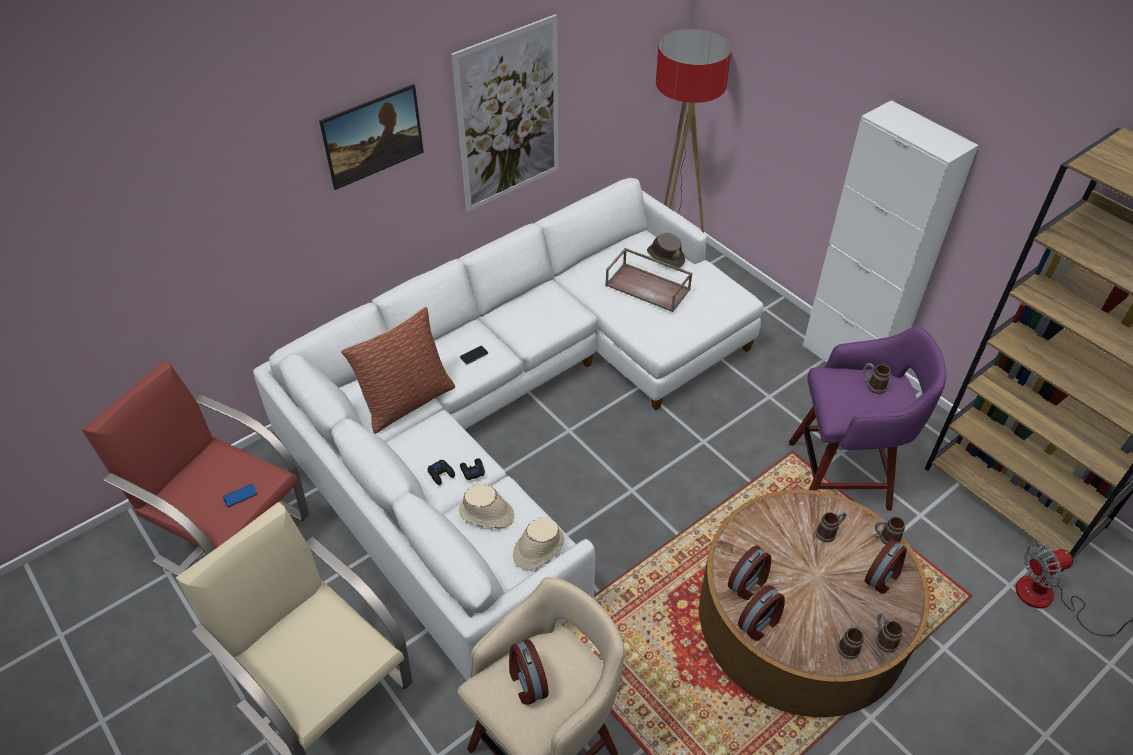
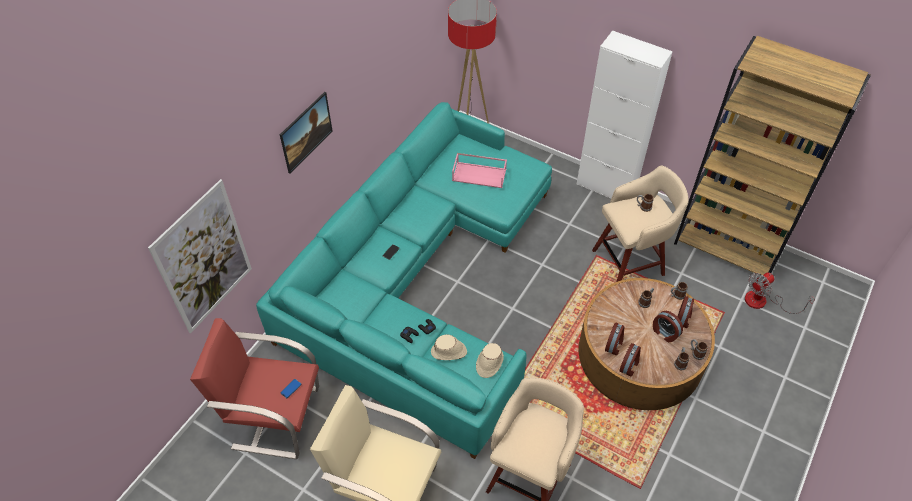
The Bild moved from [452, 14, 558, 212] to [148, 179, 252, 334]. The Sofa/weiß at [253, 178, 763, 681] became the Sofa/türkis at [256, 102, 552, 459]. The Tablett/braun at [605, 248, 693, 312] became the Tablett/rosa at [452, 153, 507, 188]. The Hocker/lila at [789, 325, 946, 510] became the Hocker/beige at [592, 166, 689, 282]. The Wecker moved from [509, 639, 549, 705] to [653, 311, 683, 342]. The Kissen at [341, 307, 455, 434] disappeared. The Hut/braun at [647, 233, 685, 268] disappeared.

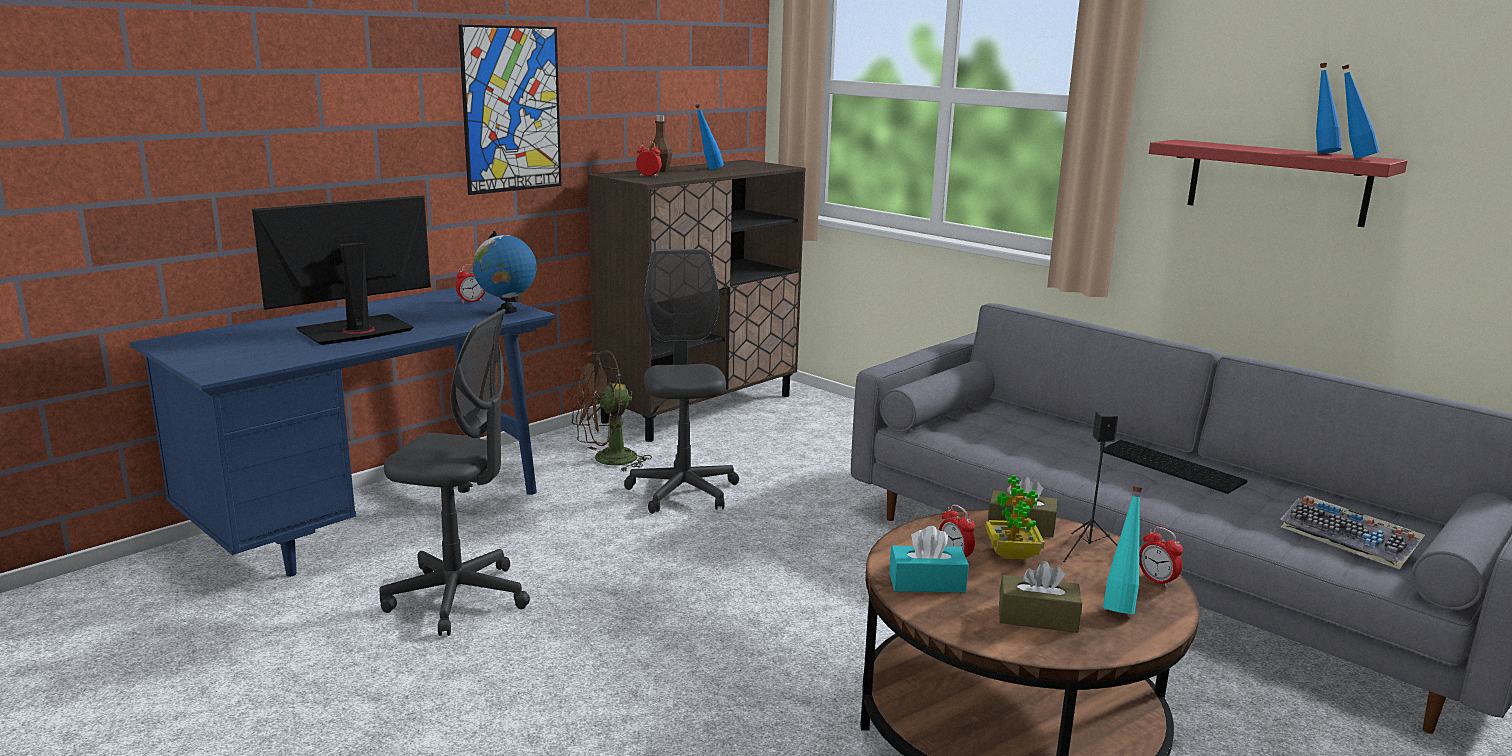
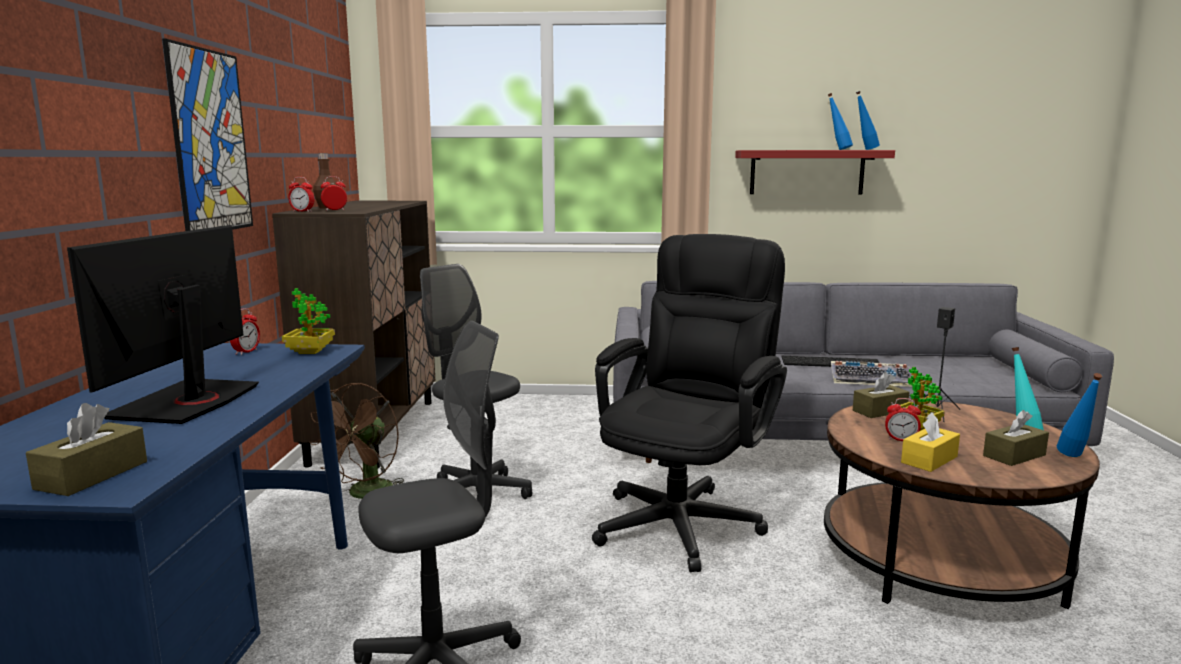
The Taschentuchbox/braun at [26, 403, 147, 496] appeared. The Globus at [473, 231, 537, 314] was replaced by the Topfpflanze at [282, 288, 335, 354]. The Wecker moved from [1139, 527, 1183, 588] to [288, 177, 314, 212]. The Bürostuhl/schwarz at [592, 234, 787, 572] appeared. The Tastatur moved from [1280, 495, 1425, 569] to [831, 361, 912, 387]. The Taschentuchbox/türkis at [889, 526, 969, 593] became the Taschentuchbox/gelb at [901, 412, 960, 472]. The Flasche/blau moved from [695, 104, 724, 170] to [1057, 373, 1102, 457].

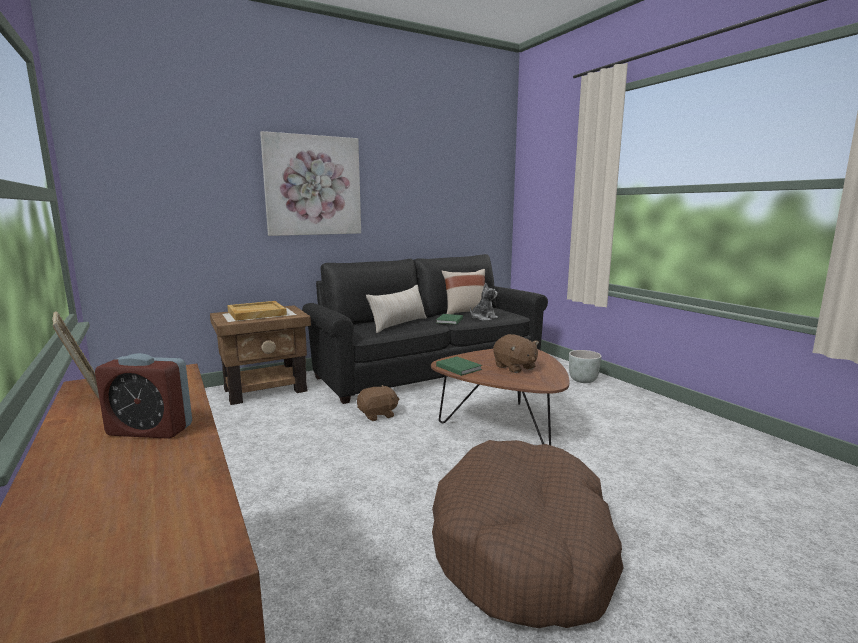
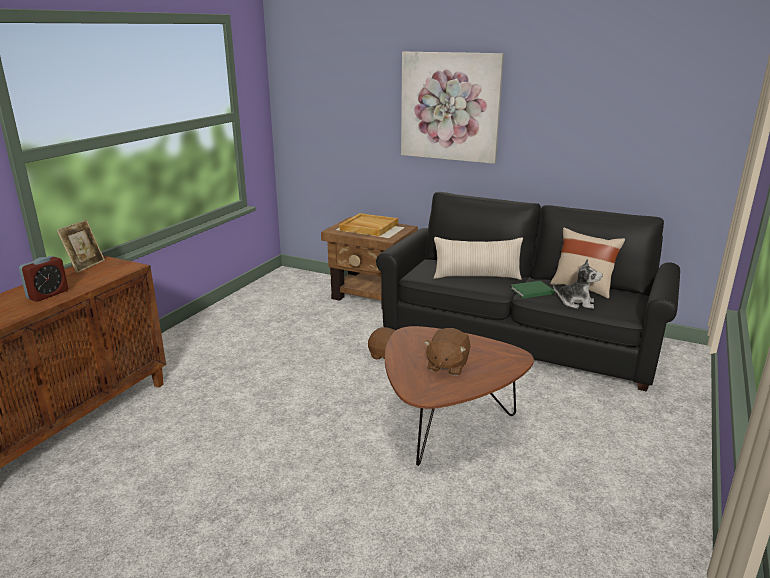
The Wecker at [95, 353, 192, 439] turned 120 degrees counterclockwise. The Hundebett/braun at [432, 440, 624, 628] disappeared. The Buch/grün at [436, 357, 482, 376] disappeared. The Pflanzkübel/grau at [569, 350, 602, 383] disappeared.

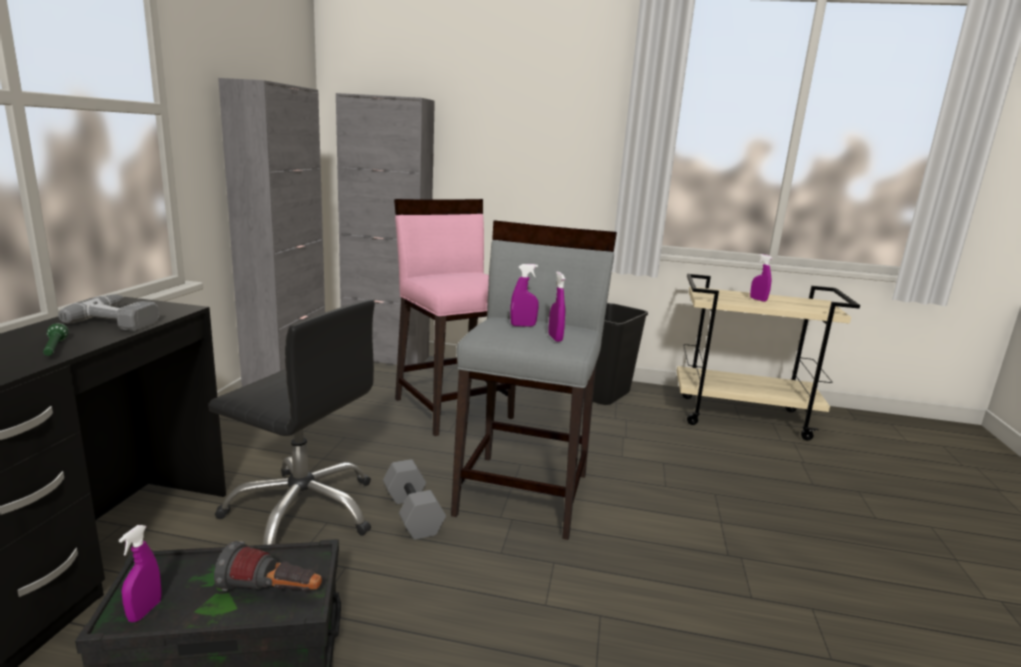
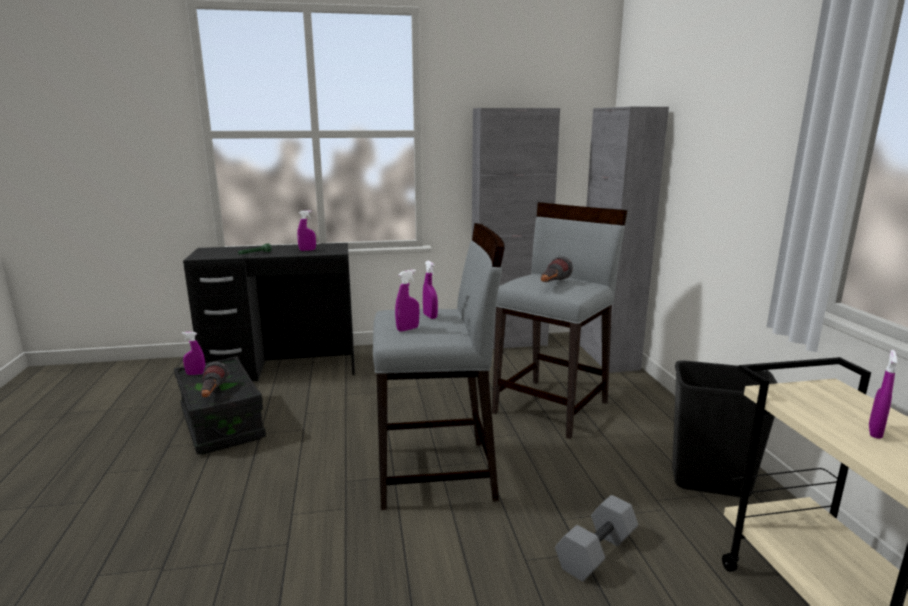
The Bohrmaschine at [58, 294, 159, 331] was replaced by the Sprühflasche/lila at [297, 210, 316, 251]. The Hocker/rosa at [394, 199, 516, 436] became the Hocker/grau at [492, 202, 627, 439]. The Taschenlampe at [541, 256, 573, 282] appeared. The Hantel/grau moved from [383, 459, 446, 540] to [555, 495, 638, 581]. The Bürostuhl/schwarz at [208, 299, 375, 545] disappeared.

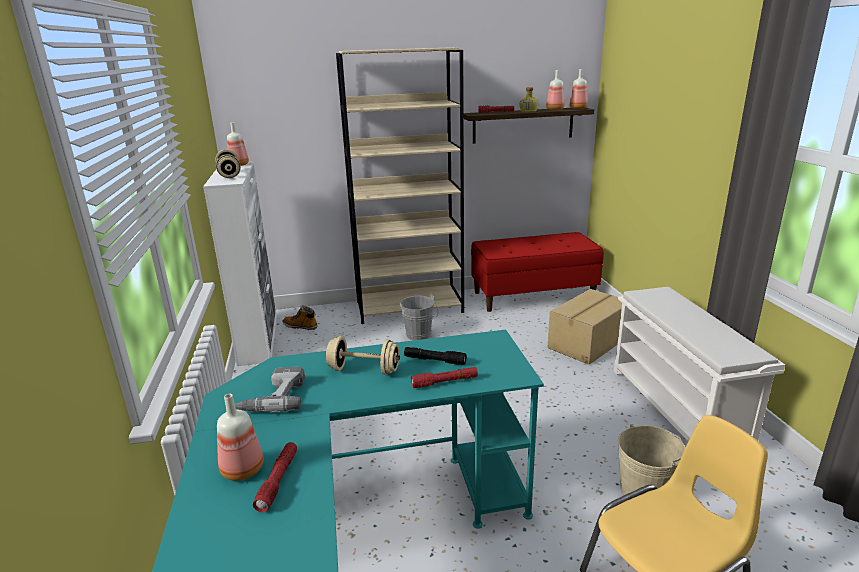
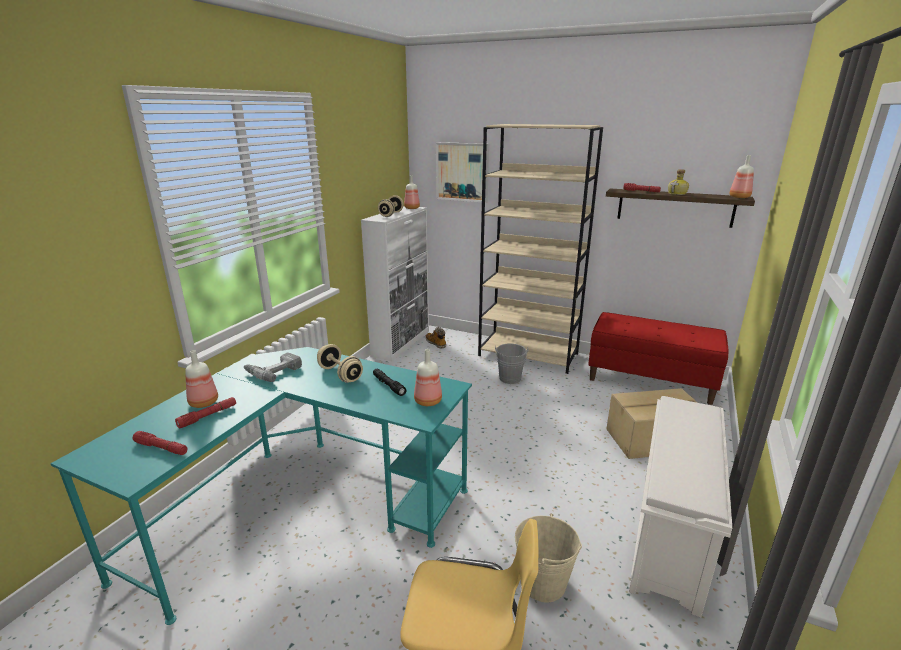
The Taschenlampe/rot moved from [411, 367, 478, 388] to [133, 431, 188, 455]. The Flasche moved from [546, 70, 565, 110] to [414, 349, 442, 406]. The Bild at [436, 142, 489, 203] appeared.

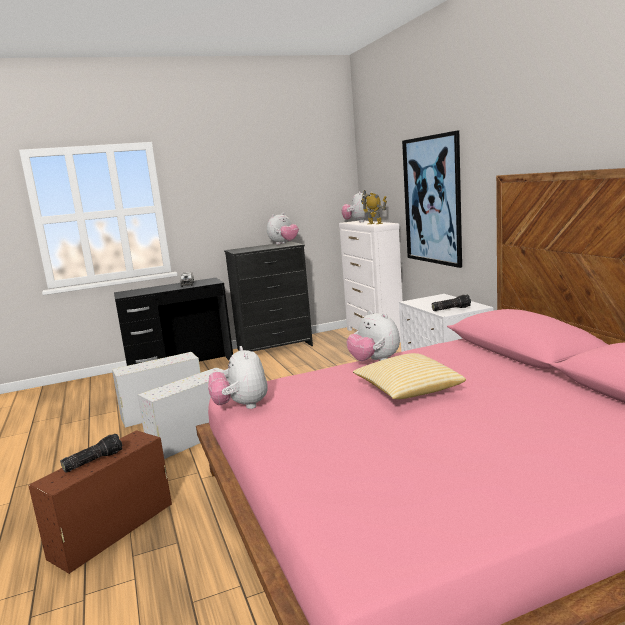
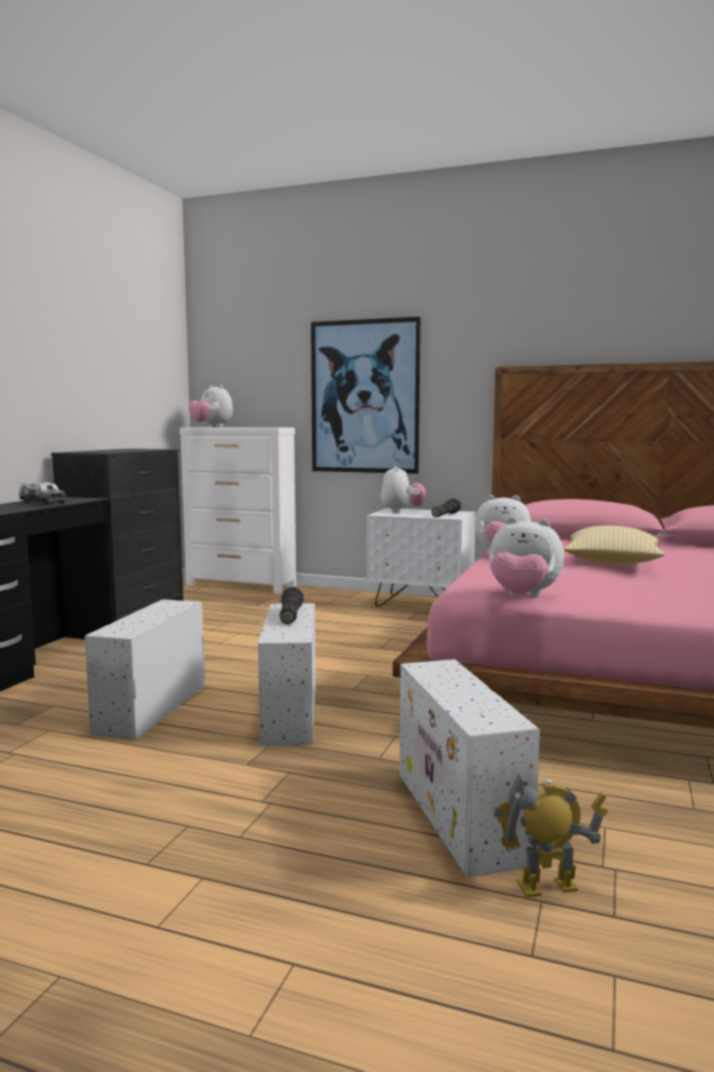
The Taschenlampe moved from [60, 433, 123, 473] to [280, 587, 304, 624]. The Plüschtier moved from [267, 213, 299, 245] to [381, 466, 426, 513]. The Aufbewahrungsbox/braun at [28, 430, 172, 574] became the Aufbewahrungsbox/weiß at [399, 659, 540, 878]. The Spielzeugroboter moved from [361, 190, 387, 224] to [493, 774, 608, 897].

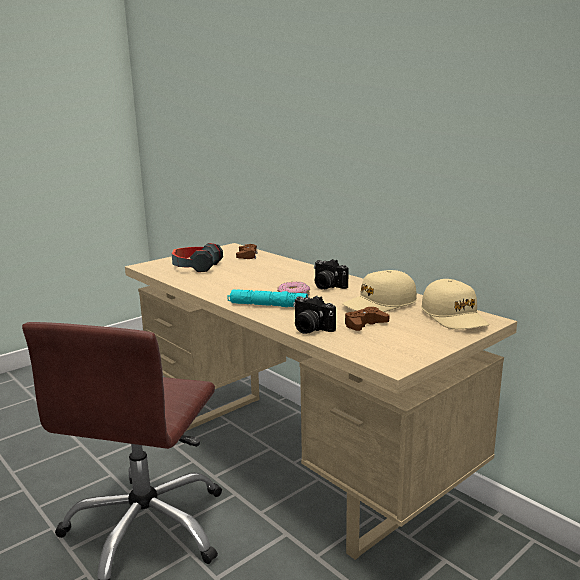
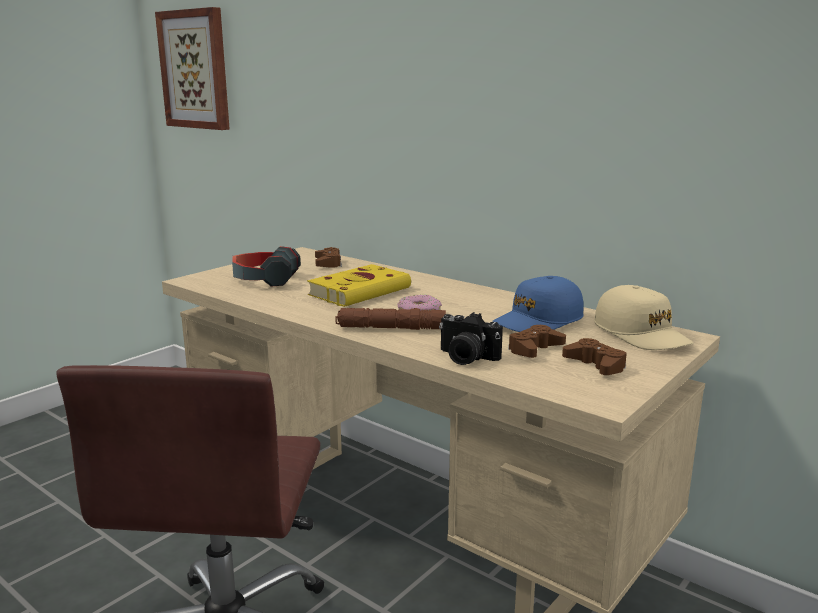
The Bild at [155, 7, 230, 130] appeared. The Buch/gelb at [307, 264, 411, 307] appeared. The Taschenlampe/türkis at [227, 289, 308, 307] became the Taschenlampe/braun at [335, 308, 446, 330]. The Kappe/beige at [342, 270, 417, 312] became the Kappe/blau at [492, 276, 584, 332]. The Gamepad/braun at [562, 338, 627, 375] appeared. The Kamera at [314, 259, 348, 290] disappeared.

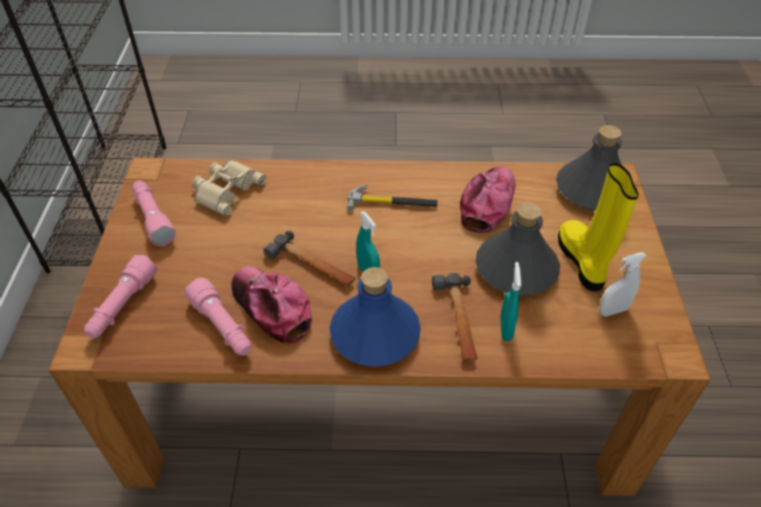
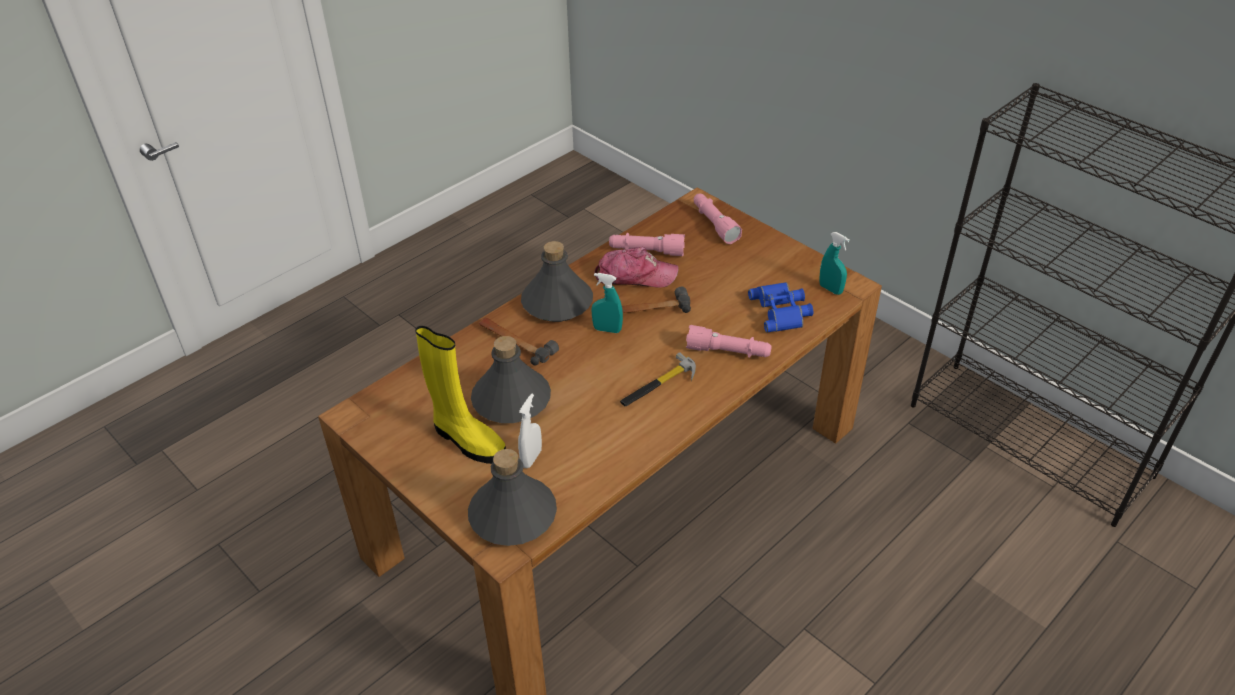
The Sprühflasche/weiß moved from [599, 252, 646, 316] to [518, 394, 542, 468]. The Flasche/blau at [330, 267, 421, 367] became the Flasche/grau at [521, 241, 593, 322]. The Taschenlampe/rosa moved from [132, 180, 176, 246] to [686, 325, 772, 358]. The Fernglas/beige at [192, 160, 266, 216] became the Fernglas/blau at [748, 282, 813, 333]. The Sprühflasche/türkis moved from [500, 262, 521, 341] to [819, 232, 850, 295]. The Kappe at [460, 166, 516, 233] disappeared.

